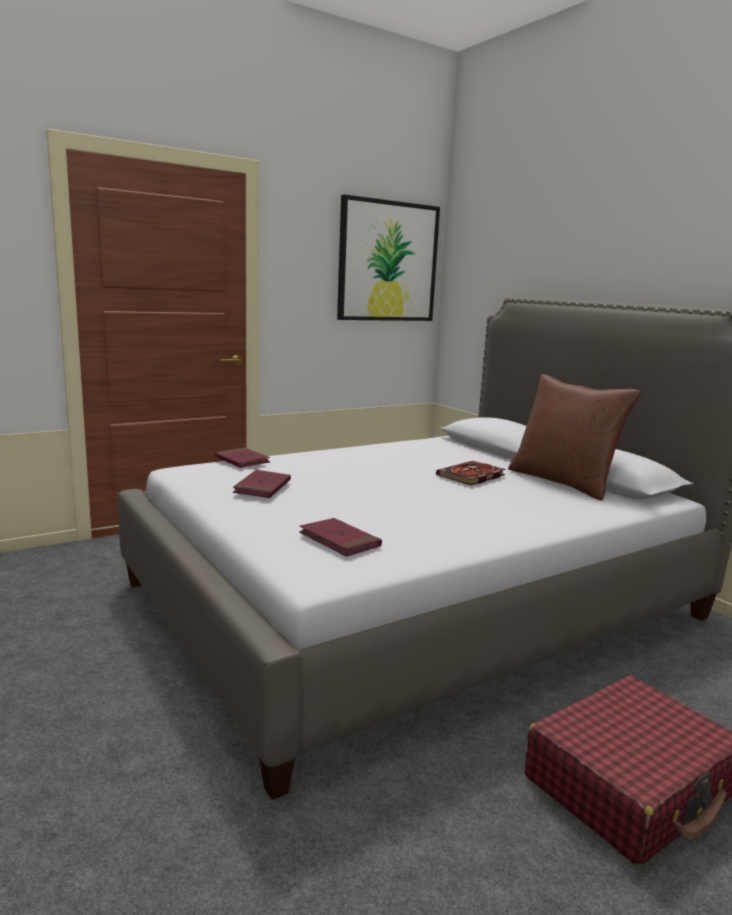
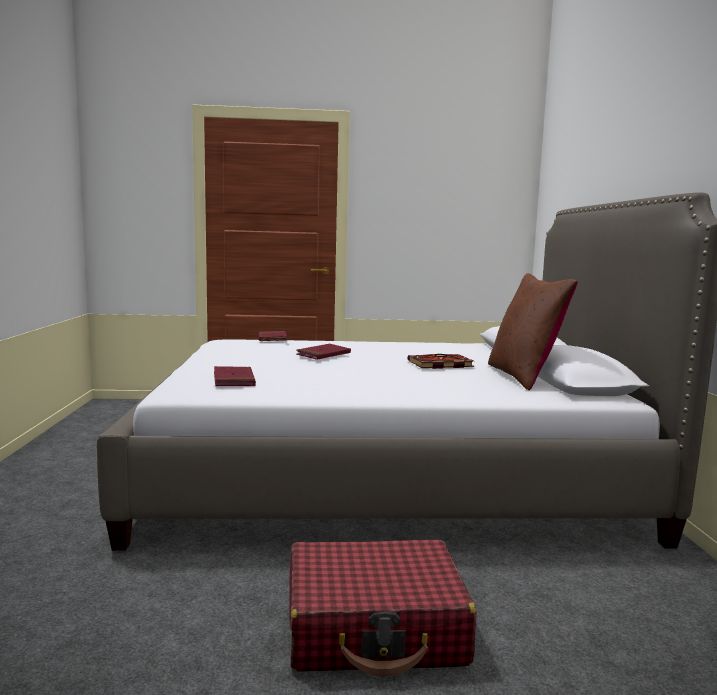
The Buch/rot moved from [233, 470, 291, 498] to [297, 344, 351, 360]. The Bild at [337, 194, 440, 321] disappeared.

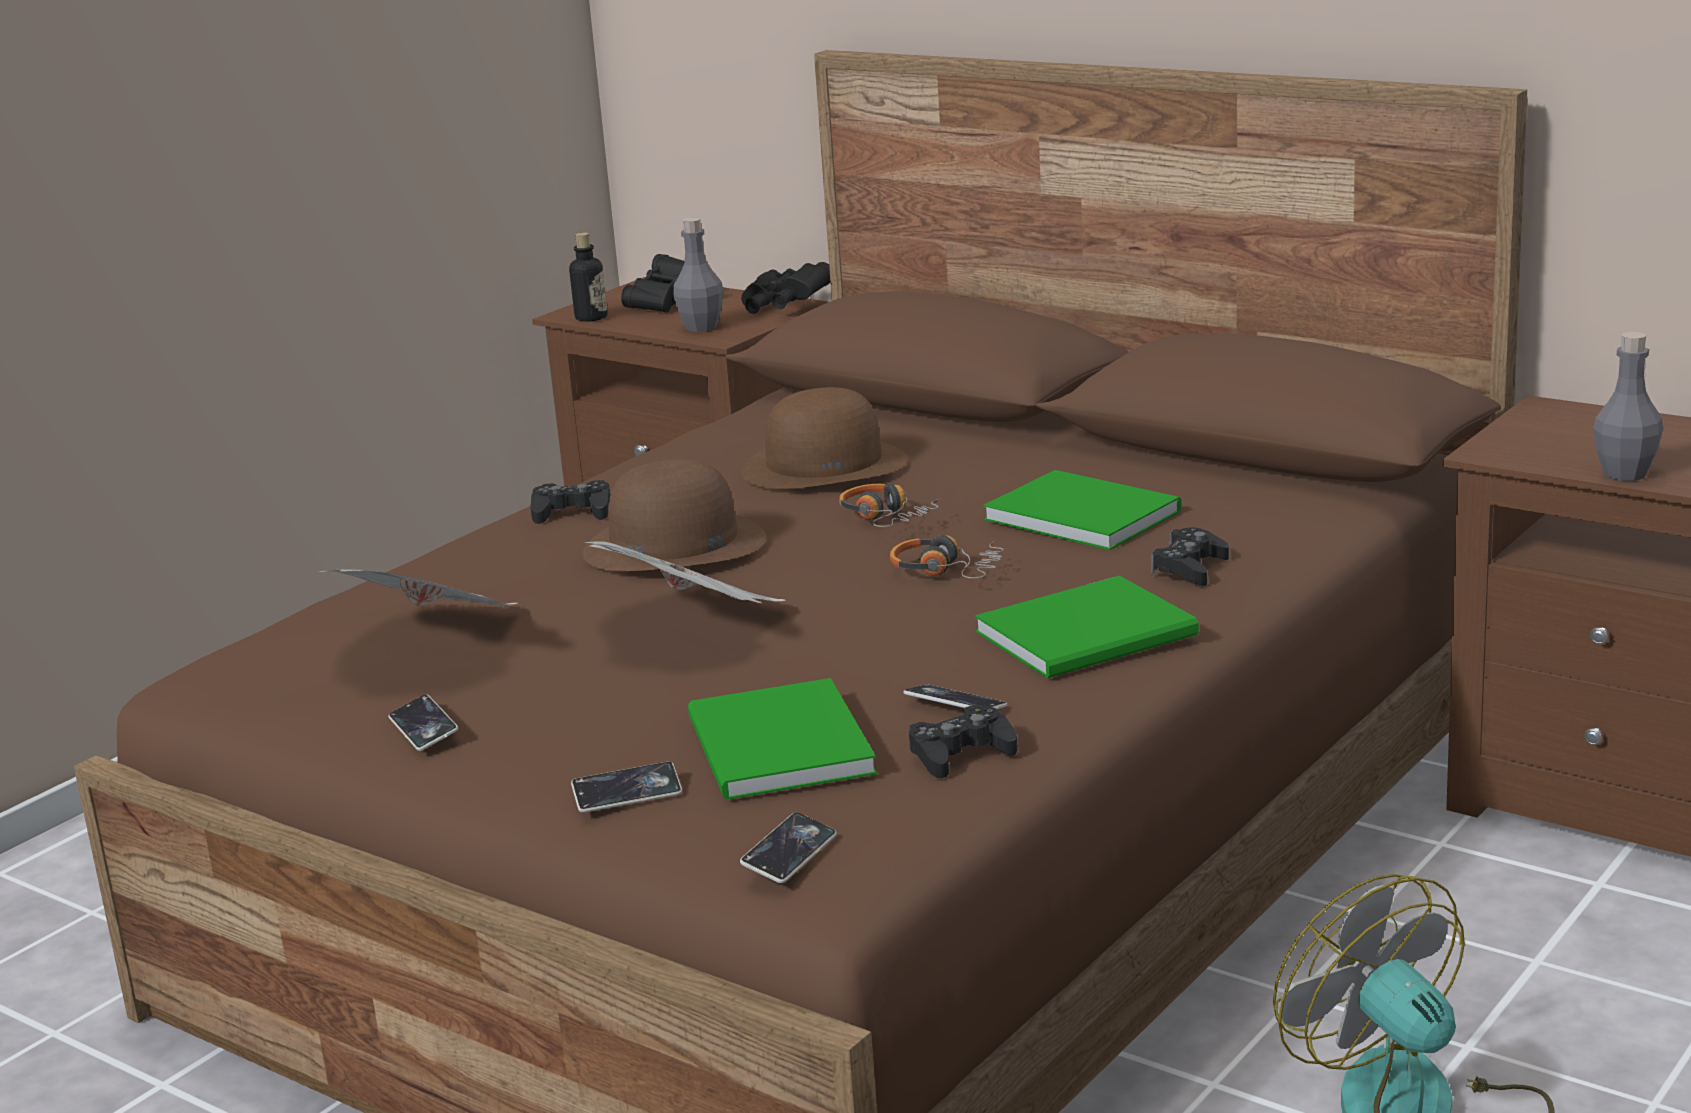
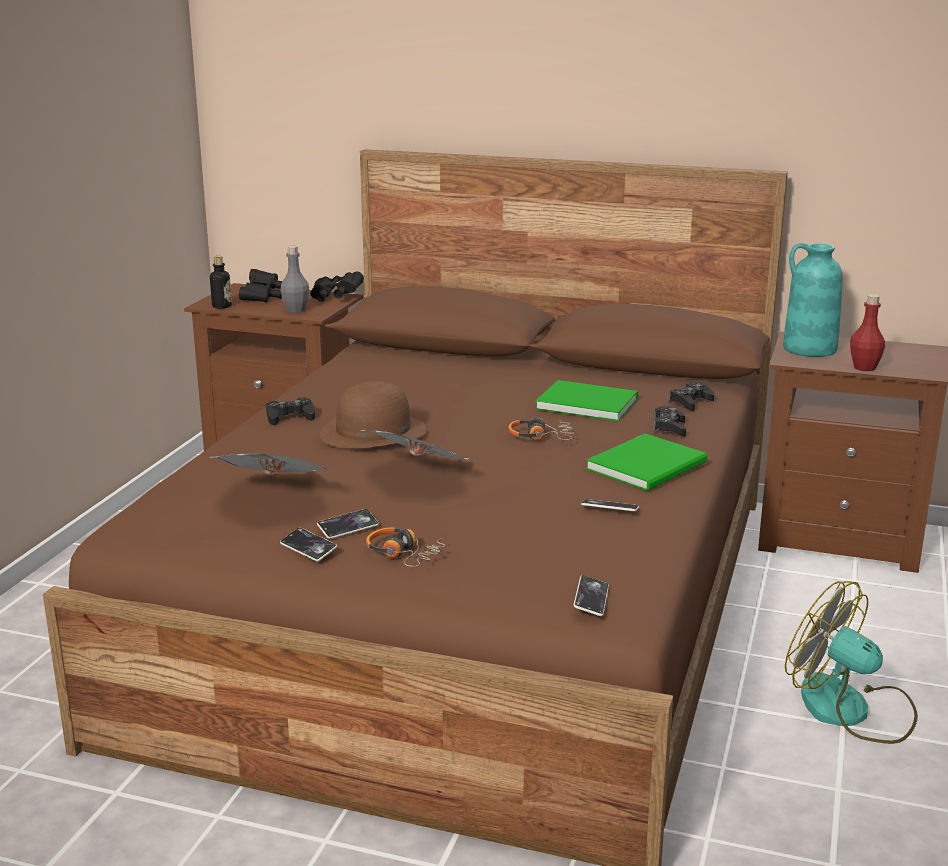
The Handy moved from [571, 762, 682, 813] to [317, 509, 379, 539]. The Kopfhörer moved from [839, 484, 942, 527] to [366, 527, 445, 567]. The Gamepad/schwarz moved from [909, 705, 1018, 778] to [669, 382, 714, 411]. The Vase/türkis at [783, 243, 843, 357] appeared. The Flasche/grau at [1593, 332, 1663, 481] became the Flasche/rot at [850, 294, 885, 371]. The Buch/grün at [688, 678, 877, 800] disappeared. The Hut/braun at [741, 387, 908, 489] disappeared.

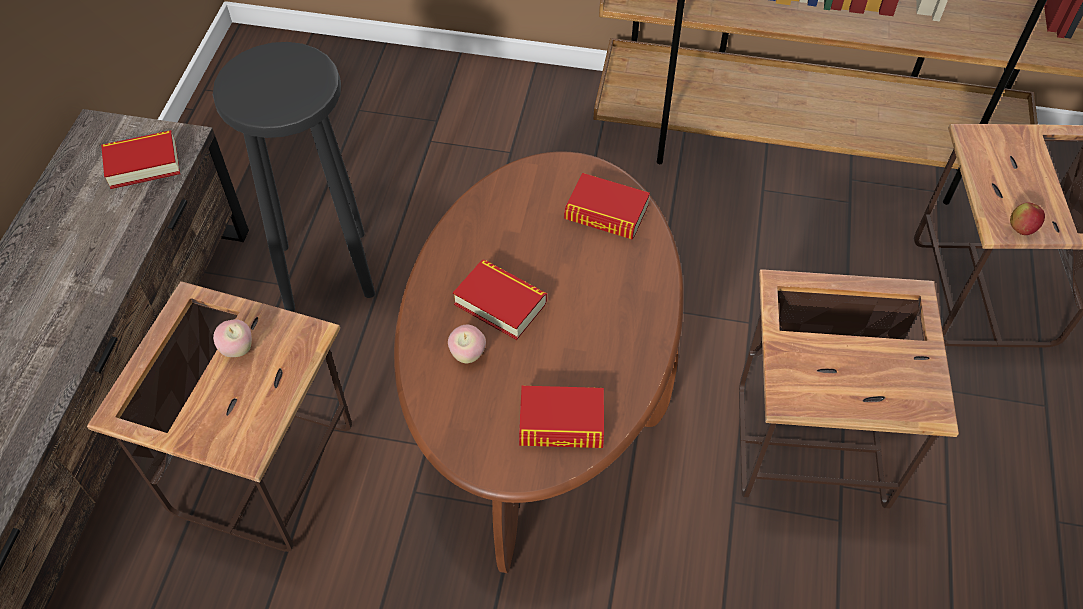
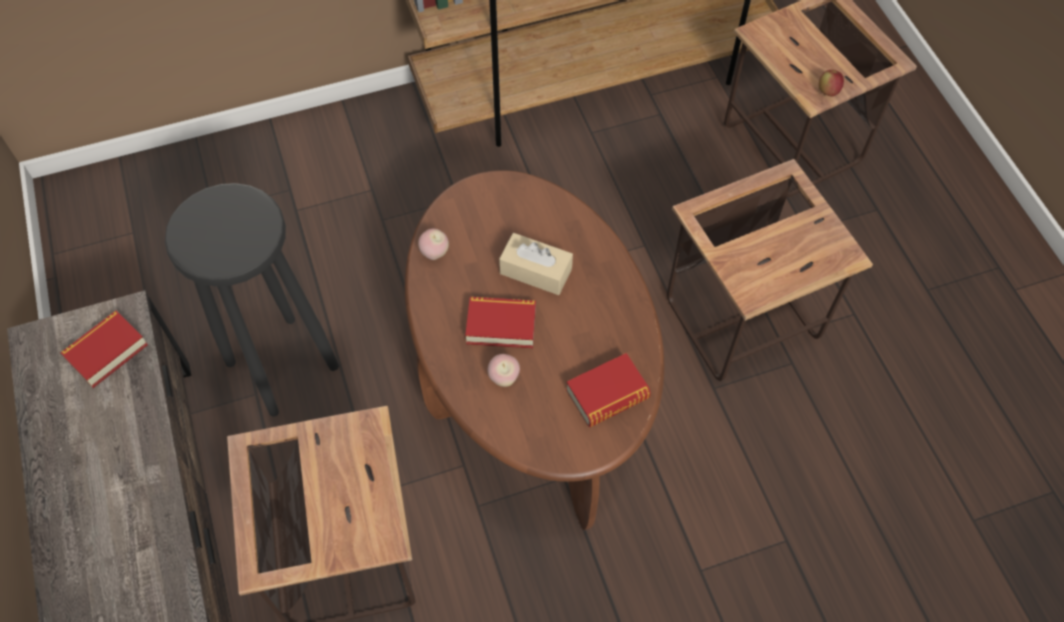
The Apfel moved from [213, 319, 252, 357] to [418, 229, 449, 260]. The Taschentuchbox/beige at [499, 233, 573, 295] appeared. The Buch at [564, 173, 650, 239] disappeared.

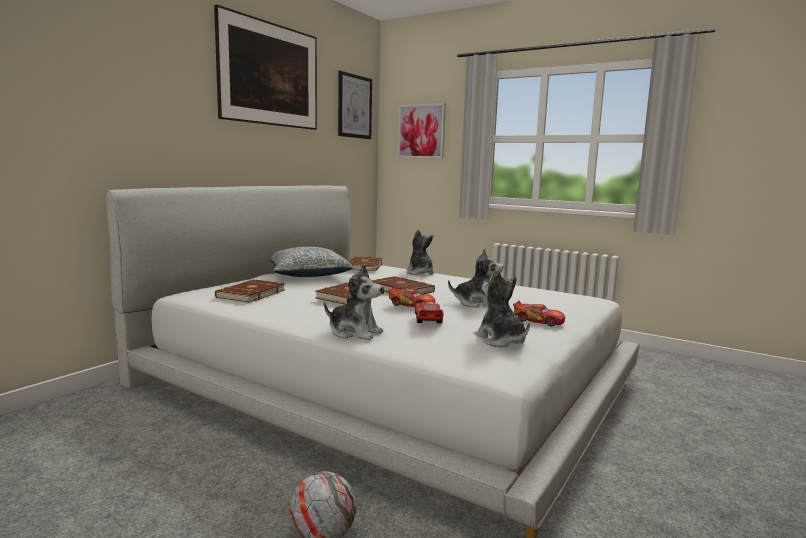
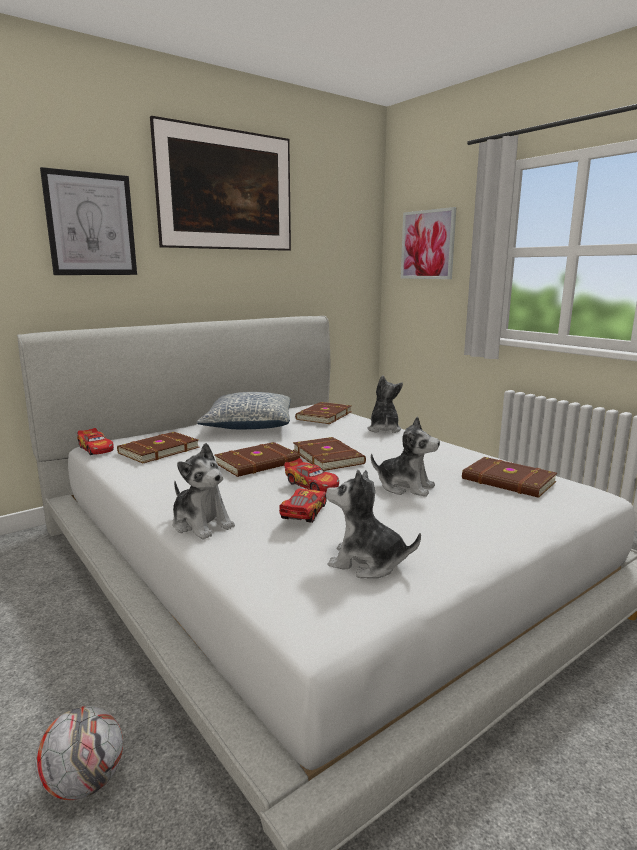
The Bild moved from [338, 71, 372, 139] to [40, 167, 137, 275]. The Spielzeugauto moved from [513, 300, 565, 326] to [77, 428, 114, 455]. The Plüschtier at [473, 269, 530, 348] turned 60 degrees counterclockwise. The Buch/braun at [462, 457, 557, 498] appeared.

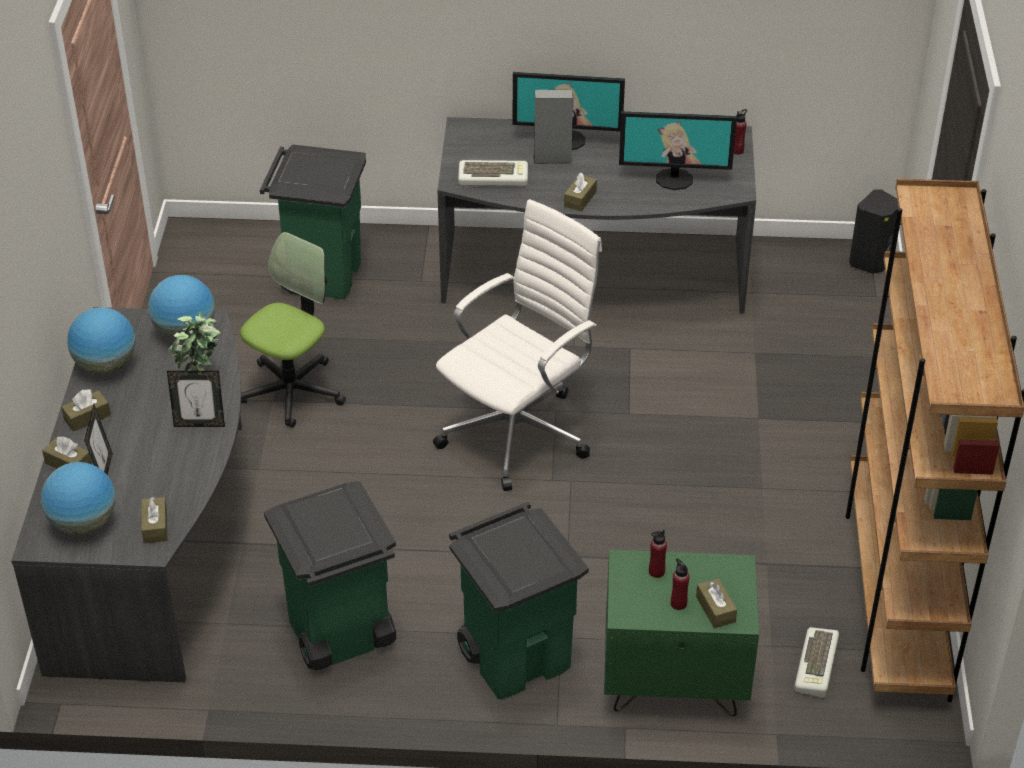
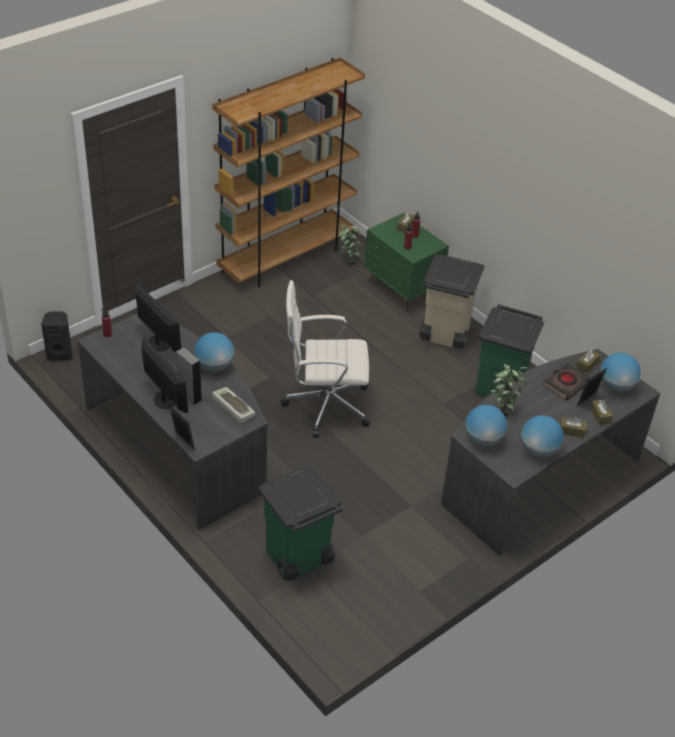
The Bilderrahmen moved from [167, 371, 225, 427] to [169, 405, 195, 450]. The Taschentuchbox/braun at [564, 173, 597, 212] was replaced by the Globus at [194, 332, 234, 372]. The Tastatur at [794, 627, 839, 698] was replaced by the Topfpflanze at [338, 221, 363, 266]. The Mülleimer/grün at [449, 502, 589, 699] became the Mülleimer/beige at [419, 254, 485, 348]. The Buch/schwarz at [543, 363, 591, 400] appeared. The Bürostuhl at [240, 232, 346, 428] disappeared.

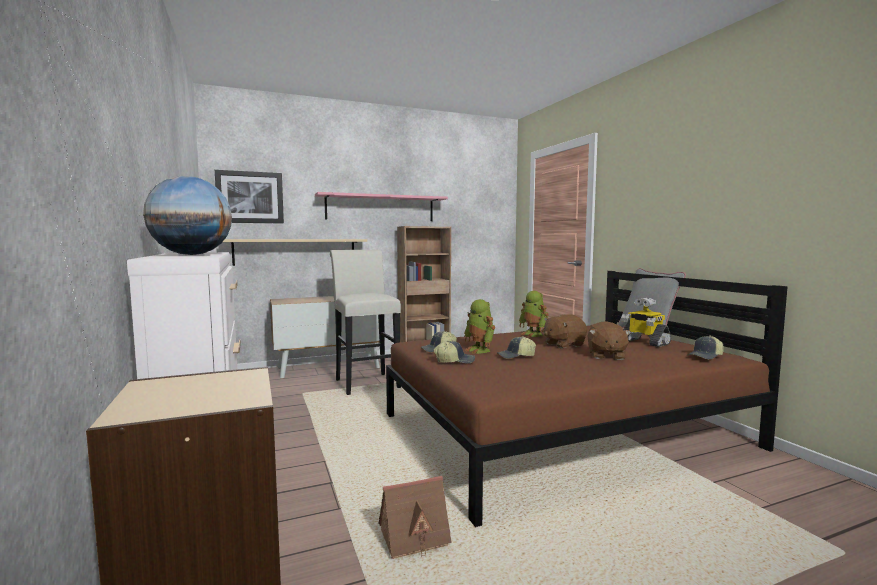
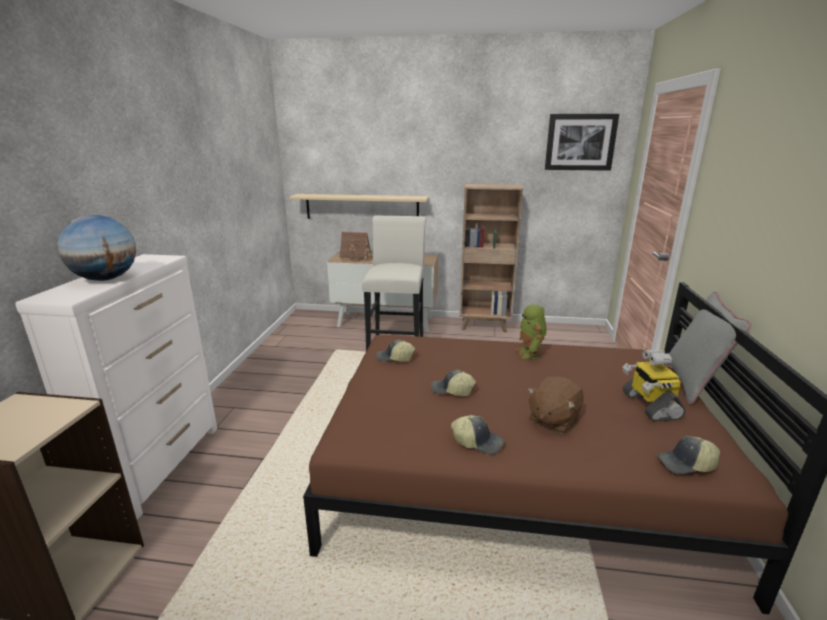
The Spielzeughaus moved from [378, 476, 452, 559] to [340, 232, 373, 262]. The Kappe moved from [434, 341, 475, 364] to [451, 415, 504, 455]. The Bild moved from [215, 170, 284, 223] to [545, 114, 619, 171]. The Wandregal/rosa at [315, 192, 448, 221] disappeared. The Spielzeugroboter at [464, 299, 495, 354] disappeared. The Plüschtier/braun at [544, 314, 587, 348] disappeared.

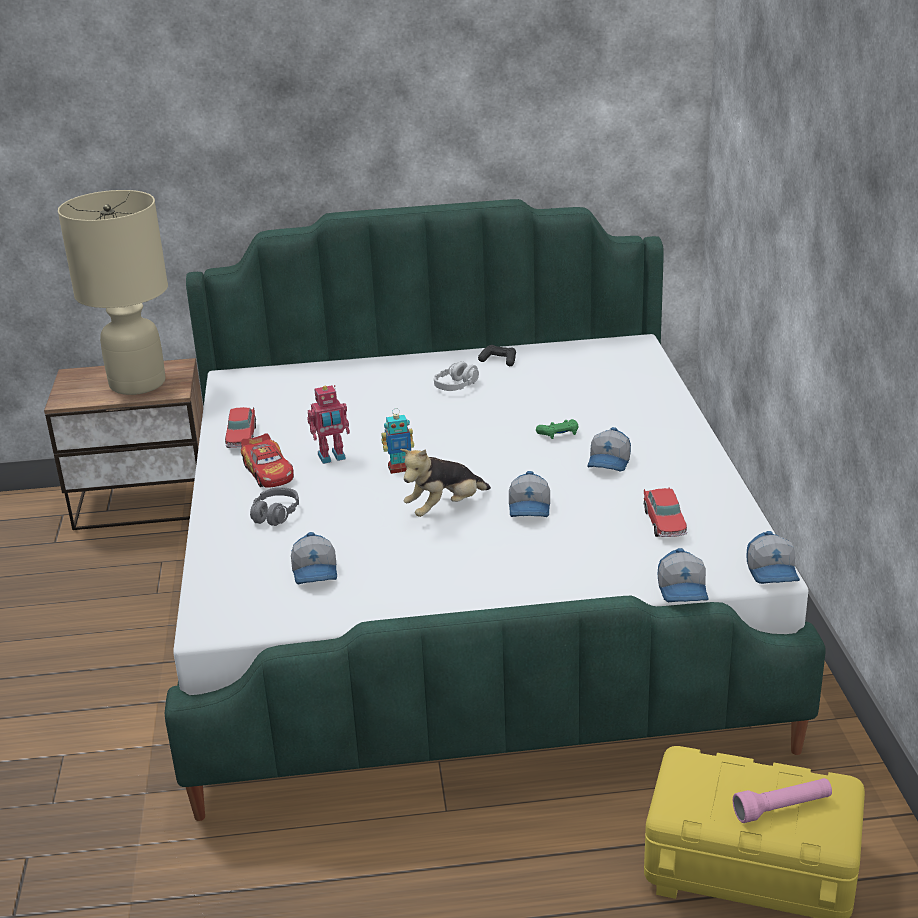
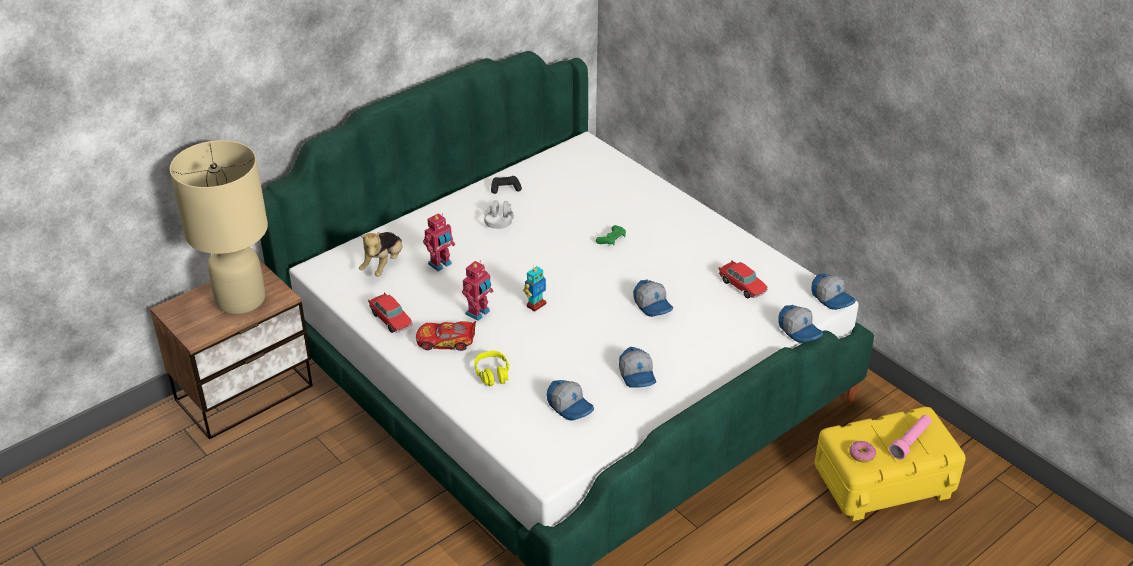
The Plüschtier moved from [400, 449, 491, 517] to [359, 231, 403, 277]. The Spielzeugauto at [241, 433, 294, 488] turned 150 degrees clockwise. The Spielzeugroboter at [423, 213, 455, 271] appeared. The Kopfhörer/grau at [250, 487, 299, 526] became the Kopfhörer/gelb at [474, 351, 509, 387]. The Kappe moved from [587, 427, 631, 472] to [619, 347, 656, 388]. The Donut at [849, 441, 876, 463] appeared.

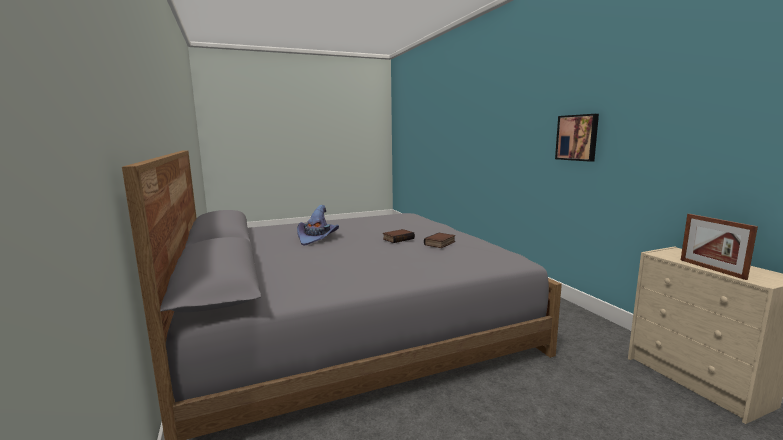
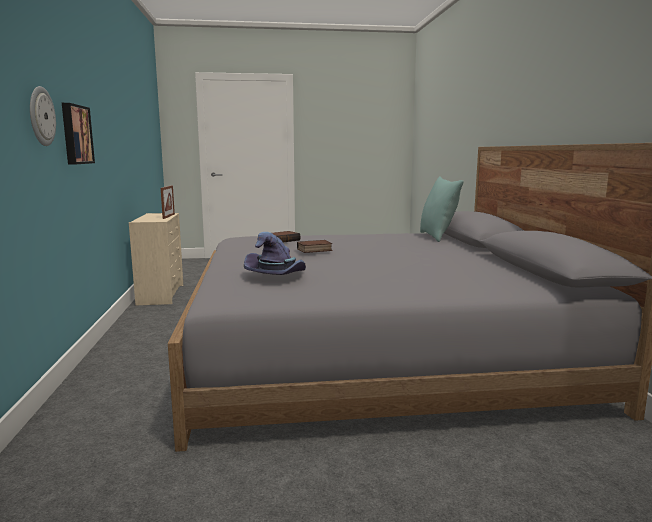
The Wanduhr at [30, 86, 56, 146] appeared. The Hut/lila moved from [297, 205, 339, 246] to [244, 232, 306, 275]. The Kissen/türkis at [420, 176, 464, 242] appeared.

